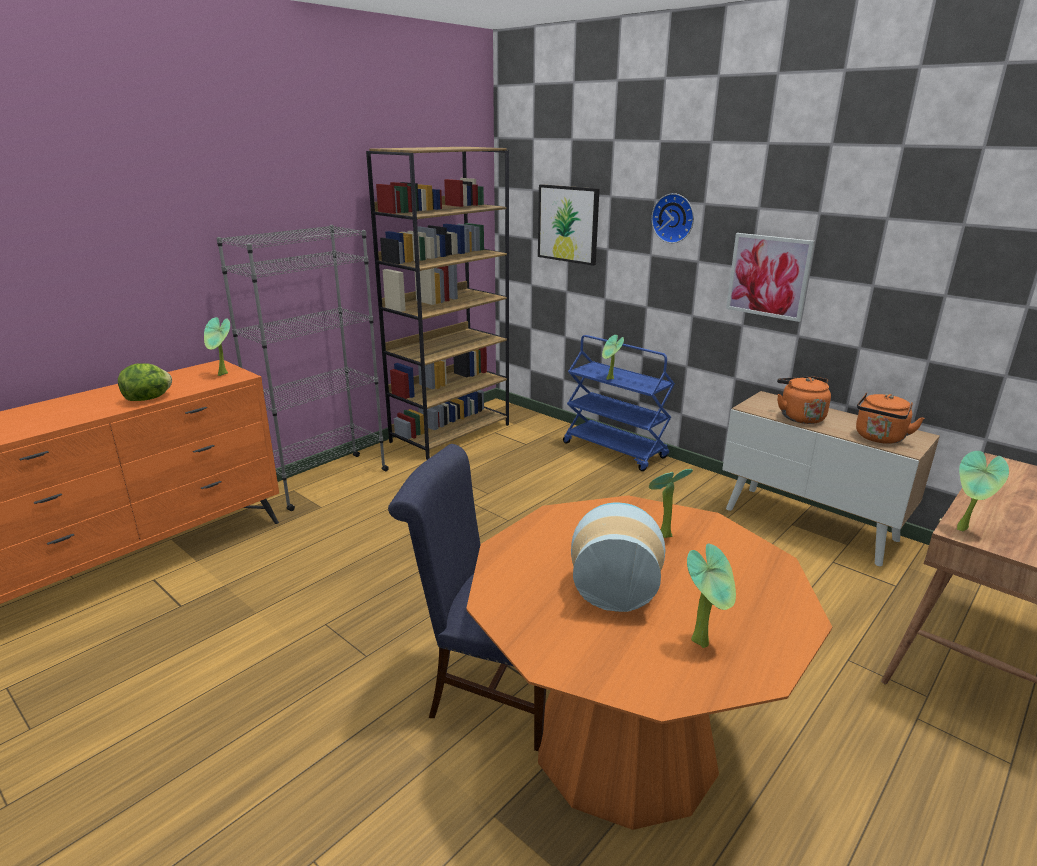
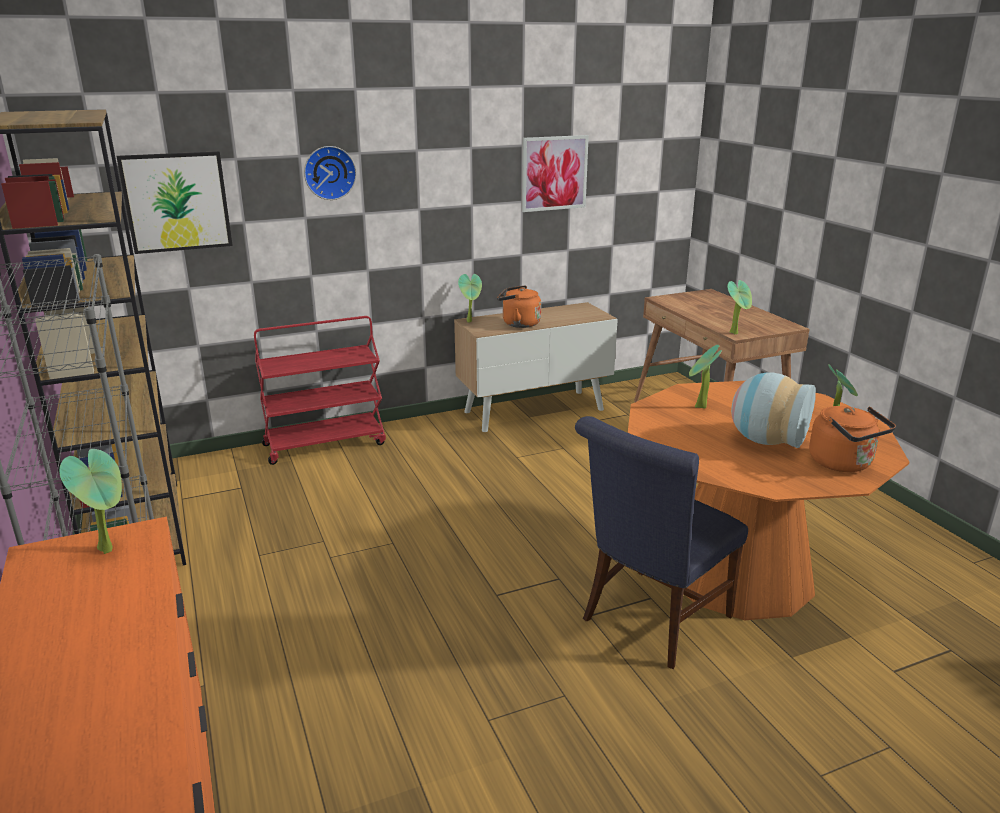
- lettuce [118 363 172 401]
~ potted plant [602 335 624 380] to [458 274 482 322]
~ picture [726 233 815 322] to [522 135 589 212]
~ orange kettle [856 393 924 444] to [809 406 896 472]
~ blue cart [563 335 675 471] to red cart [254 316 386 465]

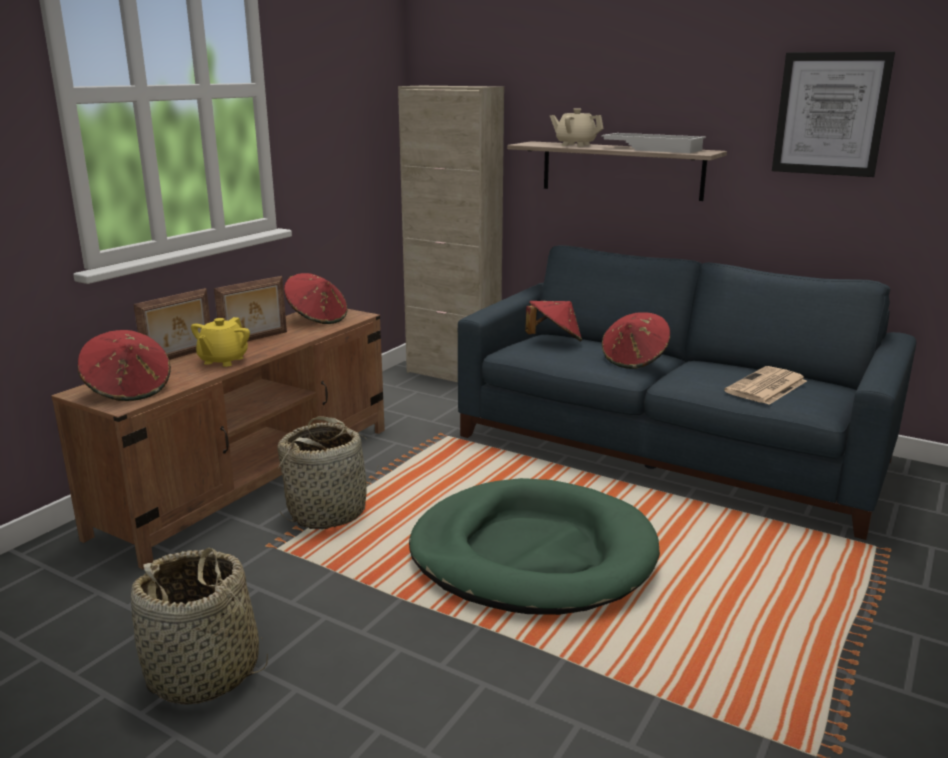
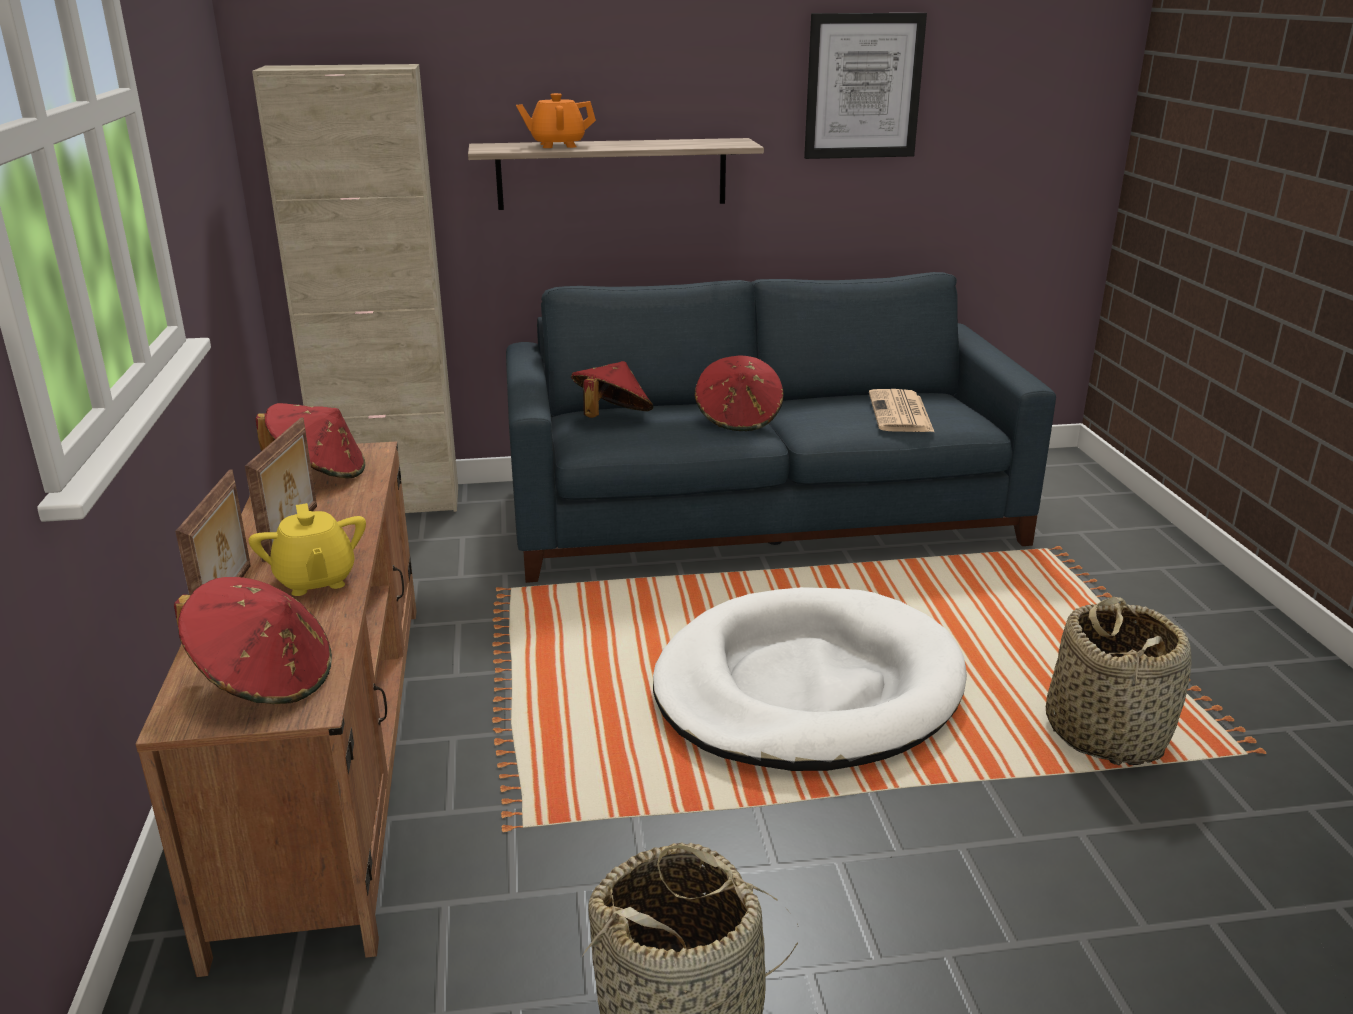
- white tray [601 133 706 153]
~ basket [277 416 379 529] to [1046 597 1192 765]
~ green dog bed [409 478 660 615] to white dog bed [653 587 967 771]
~ beige teapot [550 108 604 147] to orange teapot [516 93 596 148]

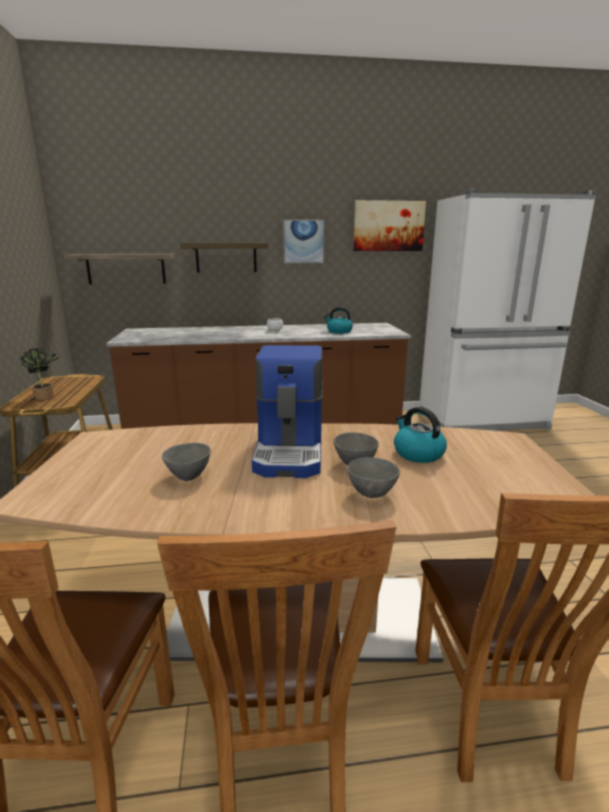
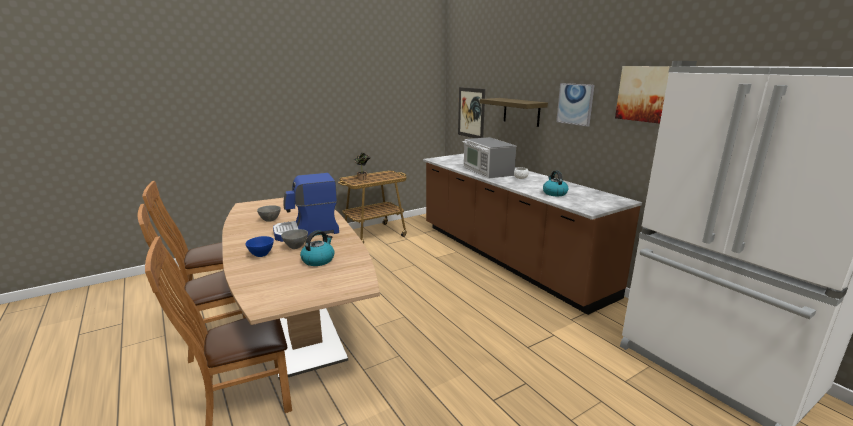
+ microwave [462 137 516 179]
~ shelf [64 254 175 284] to picture [458 87 485 138]
~ grey bowl [347 457 400 498] to blue bowl [245 236 274 257]

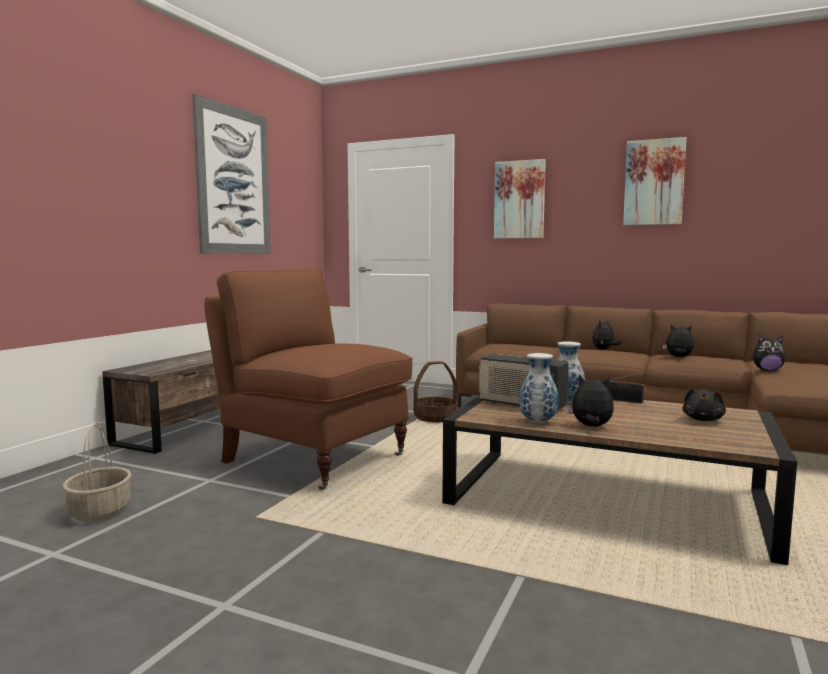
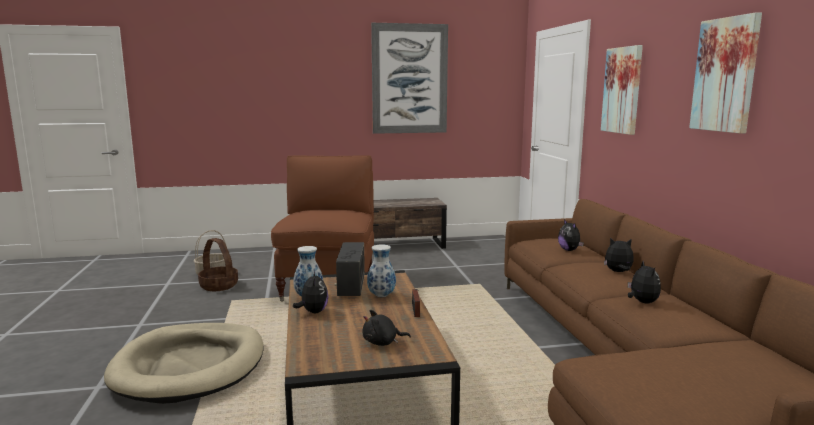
+ beige dog bed [104 323 264 404]
~ basket [413 361 458 422] to [198 238 238 291]
~ plush toy [753 335 786 371] to [558 219 584 251]

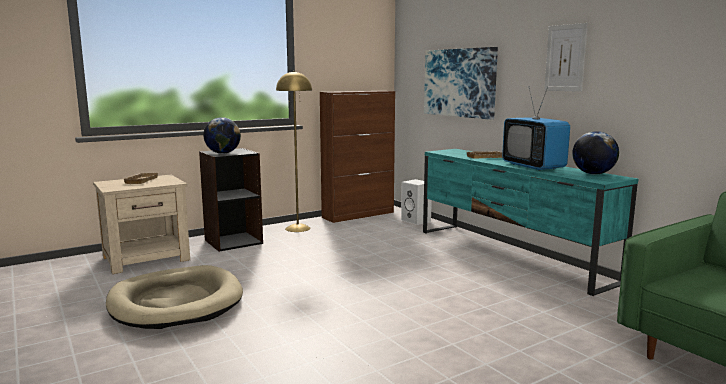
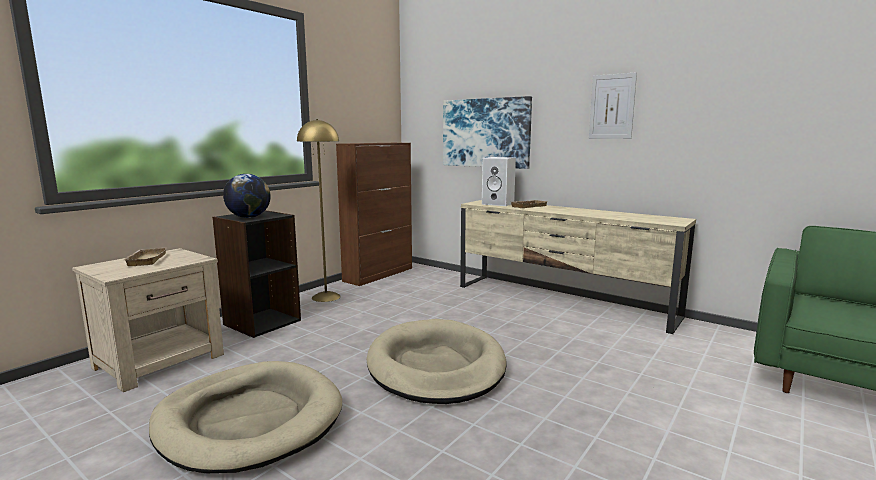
- television [502 86 570 171]
- globe [572 131 619 174]
+ beige dog bed [367 319 507 404]
~ white speaker [401 179 432 225] to [482 157 516 206]
~ turquoise tv stand [423 149 638 296] to beige tv stand [460 200 696 334]

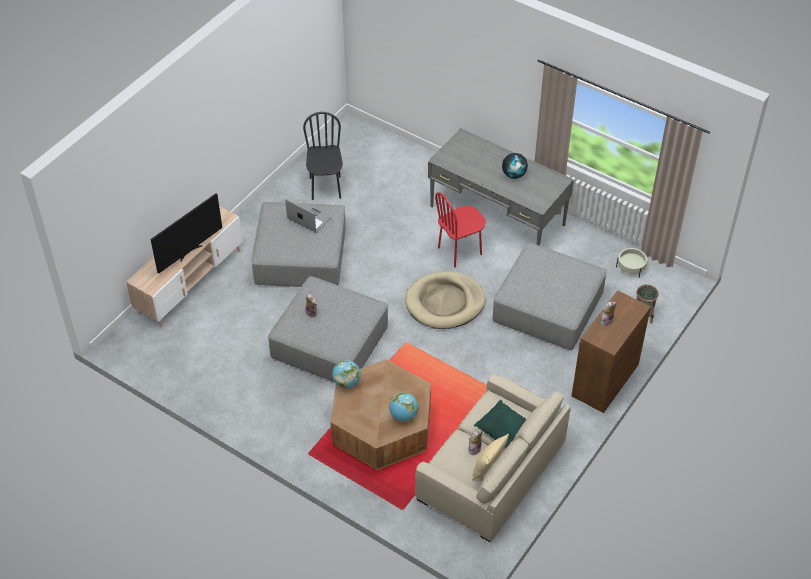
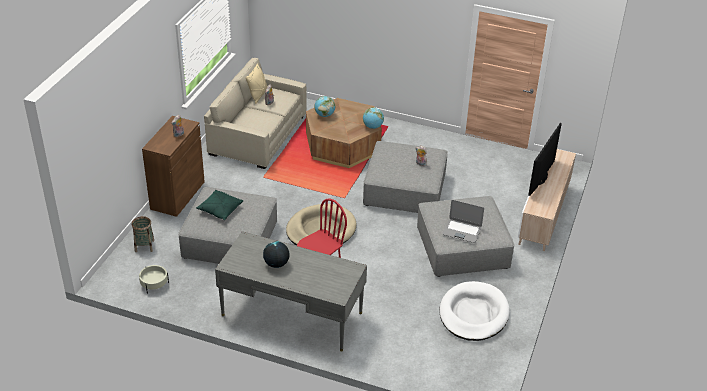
~ green pillow [474 400 526 448] to [196 190 243 220]
~ black chair [303 112 343 200] to white dog bed [440 281 510 341]

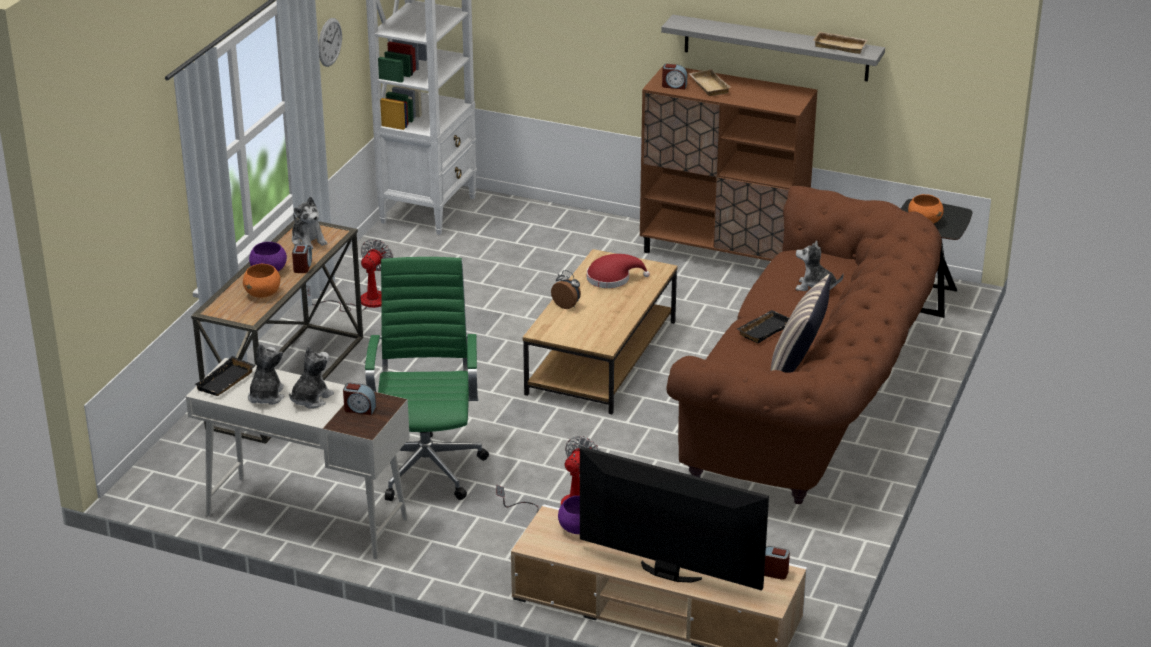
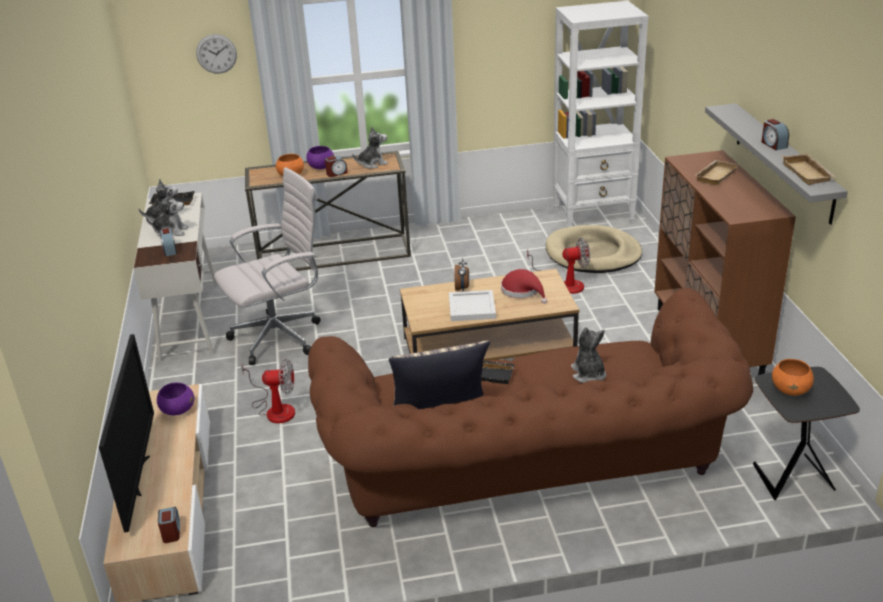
+ white tray [449 290 496 321]
+ beige dog bed [546 225 642 273]
~ fan [307 239 393 312] to [527 238 590 294]
~ wall clock [318 18 342 67] to [196 34 237 74]
~ alarm clock [662 64 687 89] to [761 119 789 150]
~ green office chair [365 257 489 501] to white office chair [214 167 321 365]
~ plush toy [292 197 327 249] = [352 127 388 169] 135 degrees counterclockwise

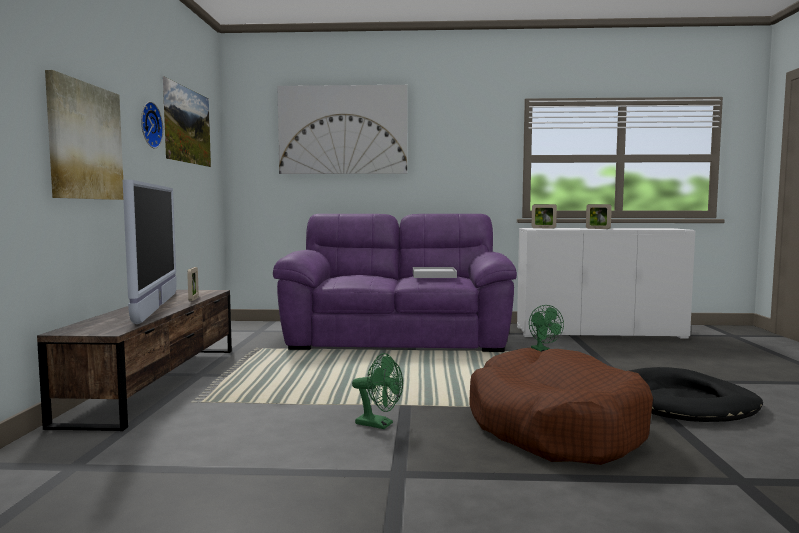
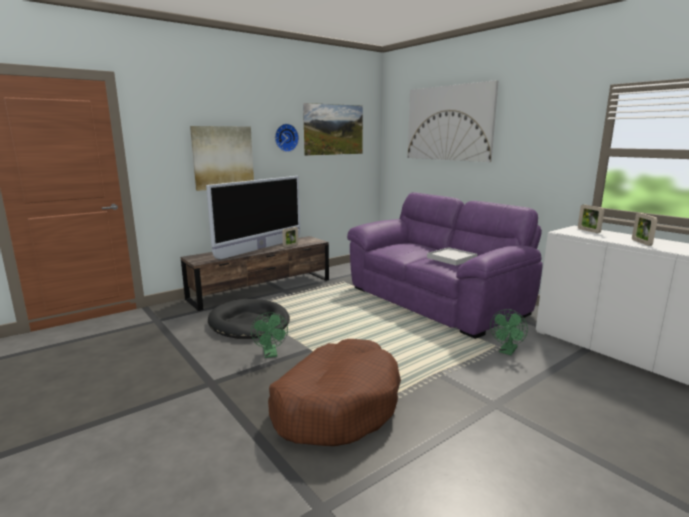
~ black dog bed [628 367 763 422] to [208 299 290 339]

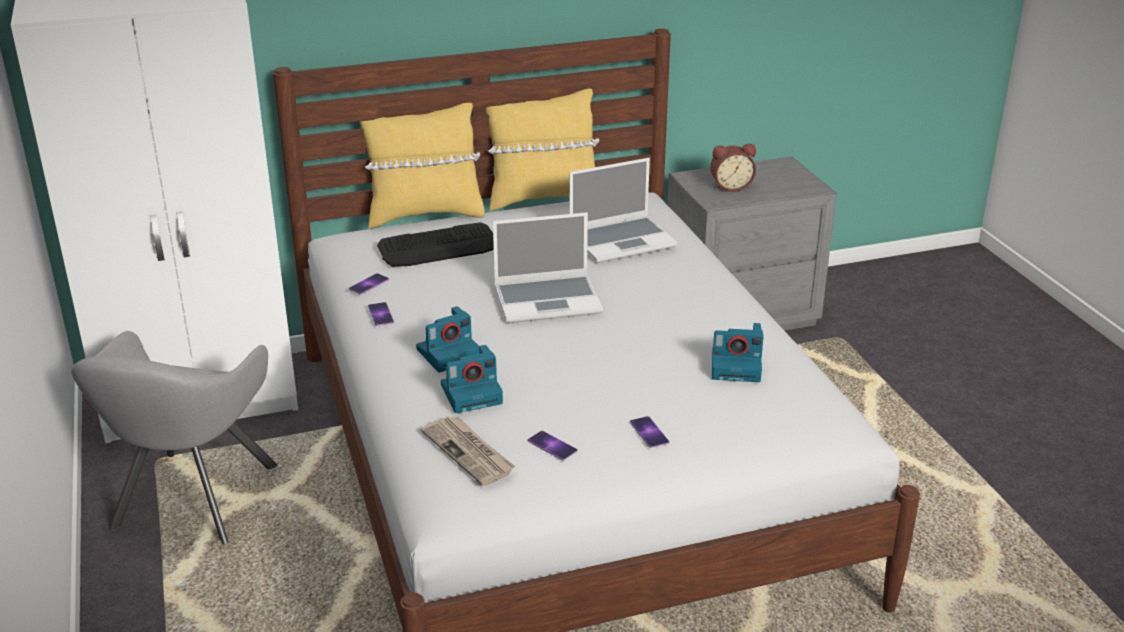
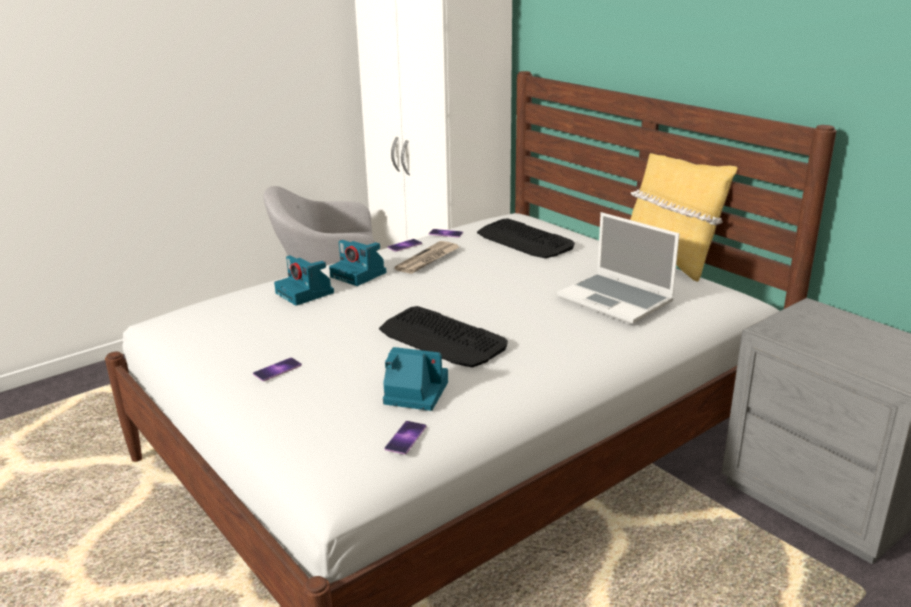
- yellow pillow [360 103 485 228]
- laptop [493 212 603 323]
- alarm clock [710 144 756 192]
+ keyboard [379 306 508 368]
~ newspaper [421 416 515 486] to [394 241 459 274]
~ phone [528 431 578 461] to [384 421 426 455]
~ photo camera [712 323 763 382] = [383 347 448 411] 120 degrees clockwise

